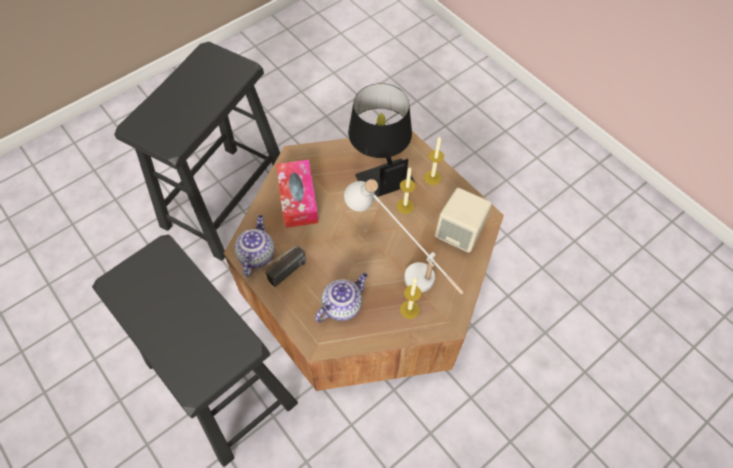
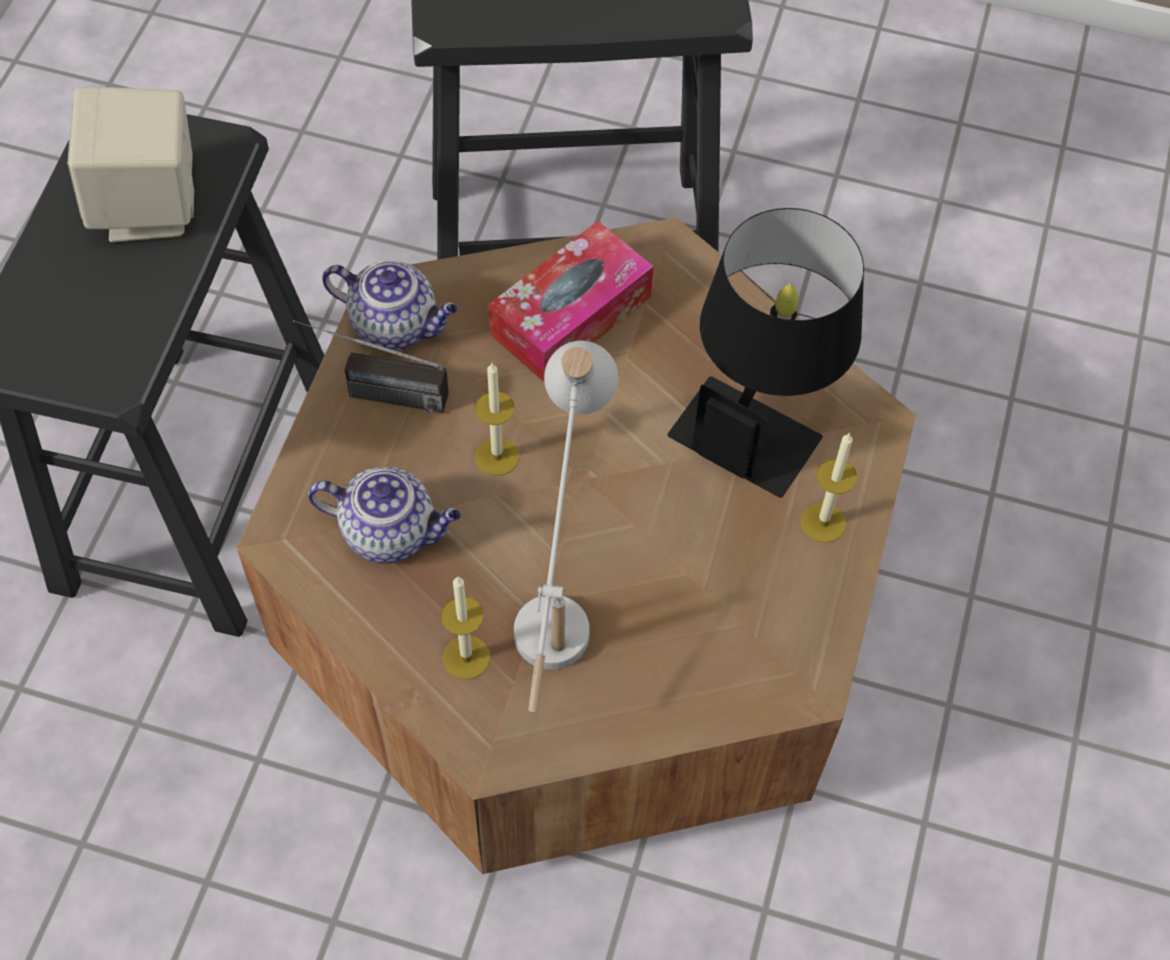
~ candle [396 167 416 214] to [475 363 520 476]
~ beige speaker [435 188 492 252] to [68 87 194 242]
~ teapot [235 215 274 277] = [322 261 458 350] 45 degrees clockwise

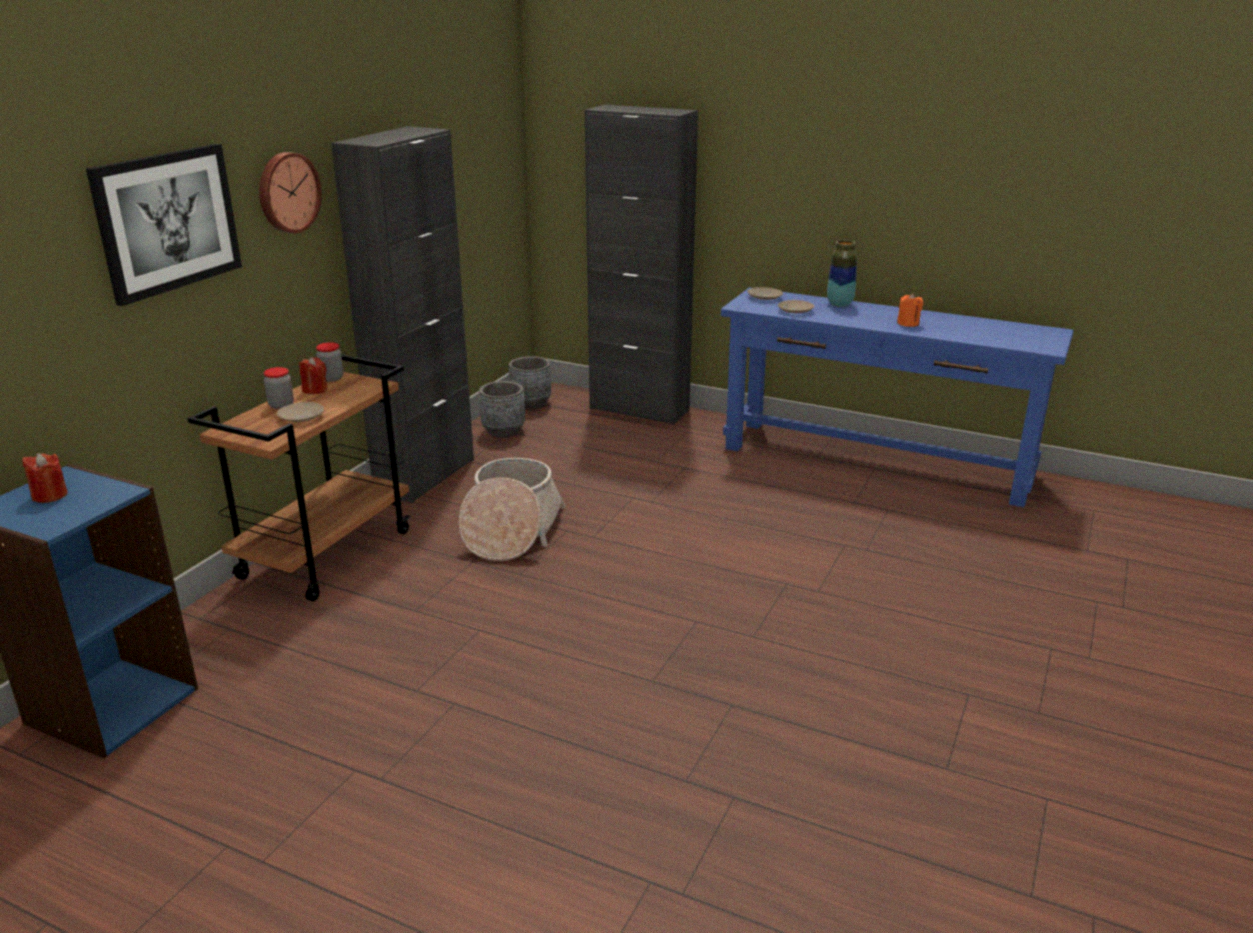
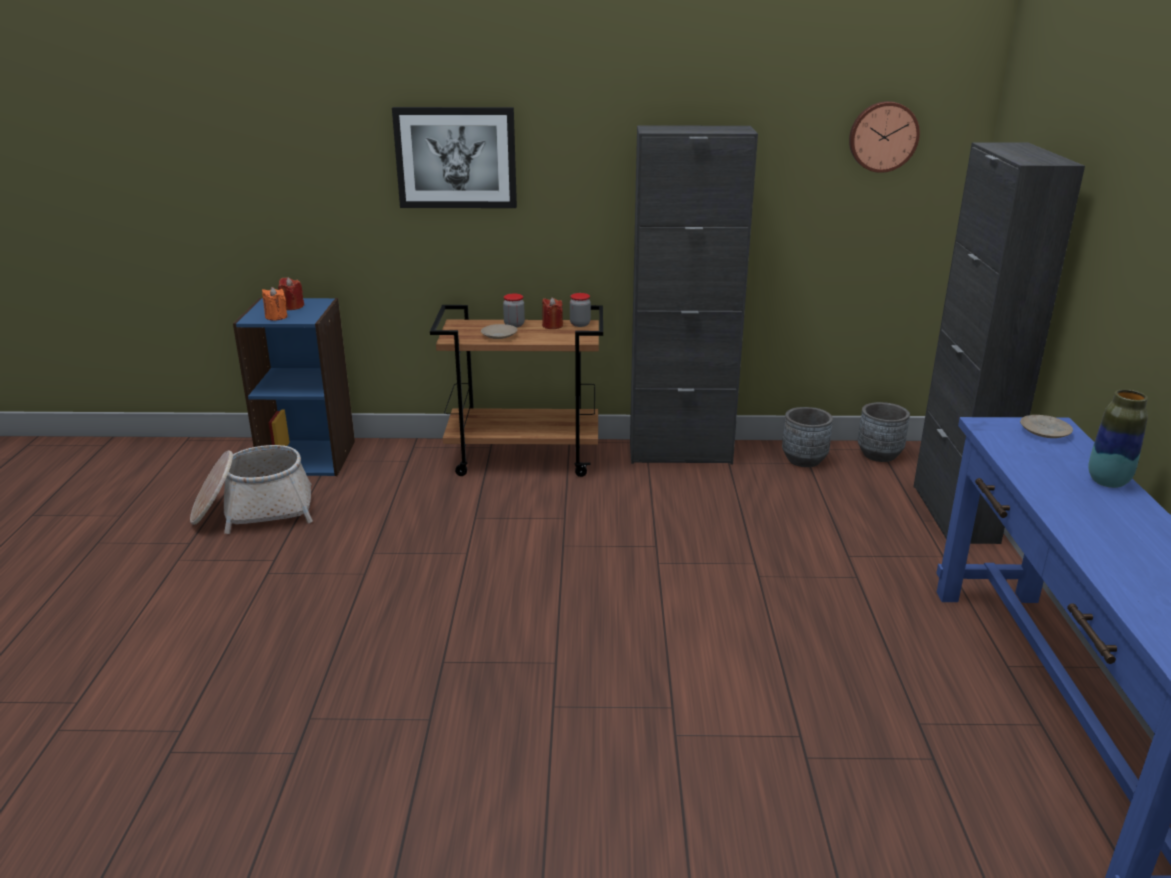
- beige plate [778 300 814 313]
~ wall clock [259 152 322 233] to [849 101 920 173]
~ basket [459 458 566 561] to [190 445 313 534]
~ orange candle [897 293 923 327] to [262 287 287 321]

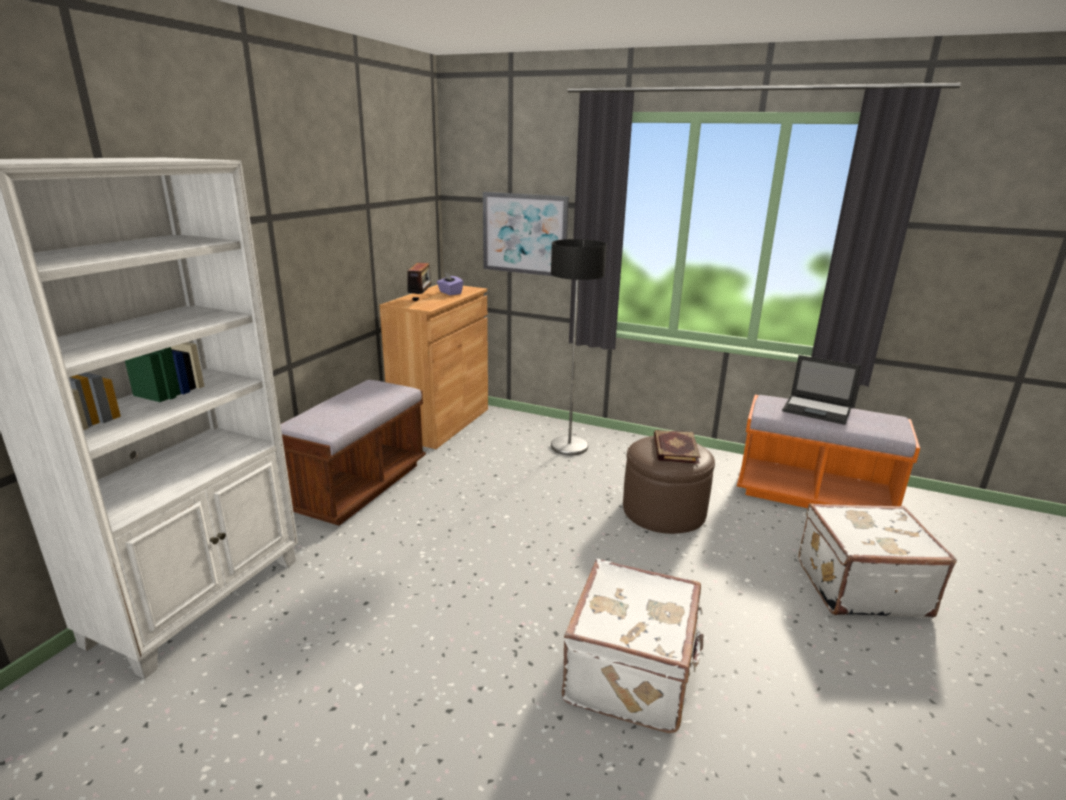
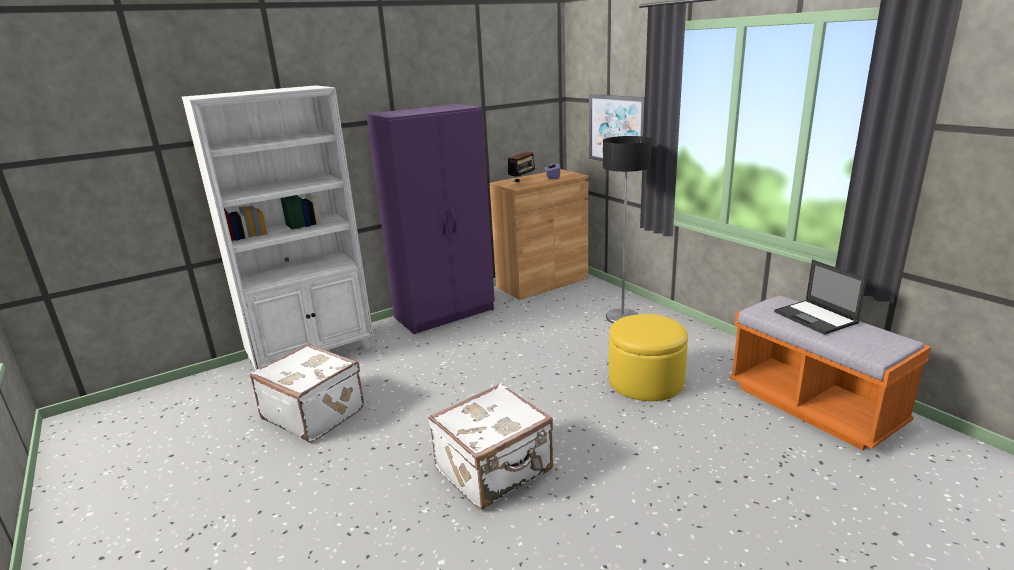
- book [654 430 700 464]
~ white suitcase [799 503 957 618] to [250 344 364 442]
~ brown bench [280 380 426 526] to purple wardrobe [366 104 495 335]
~ brown ottoman [623 436 715 534] to yellow ottoman [608 314 688 401]

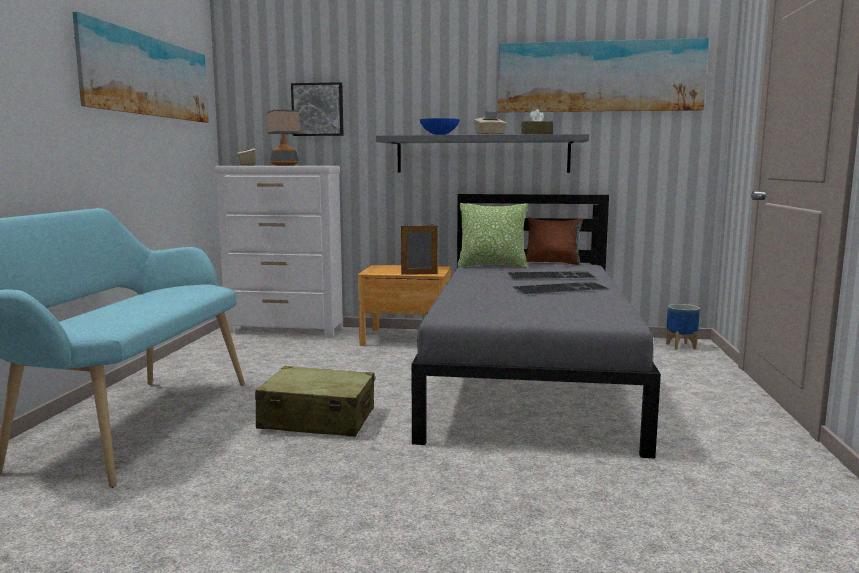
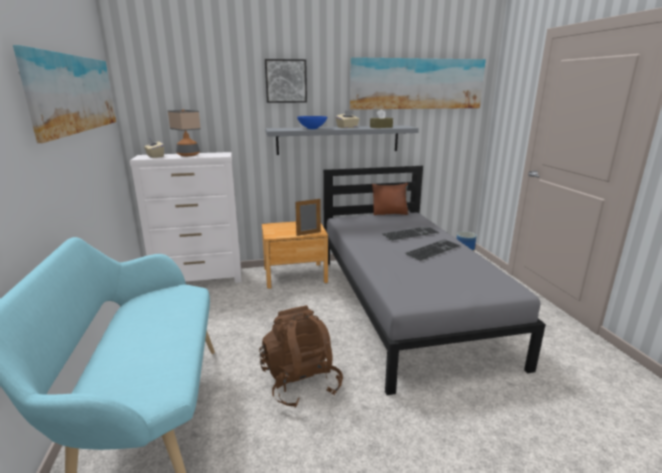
- pillow [457 203 528 268]
~ picture [291 82 344 136] to [265 59 307 103]
~ beige suitcase [255 366 375 437] to brown backpack [259 305 343 408]

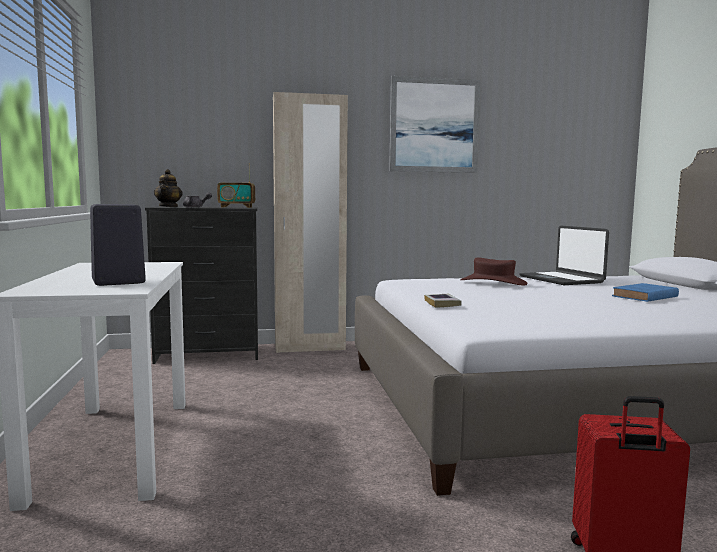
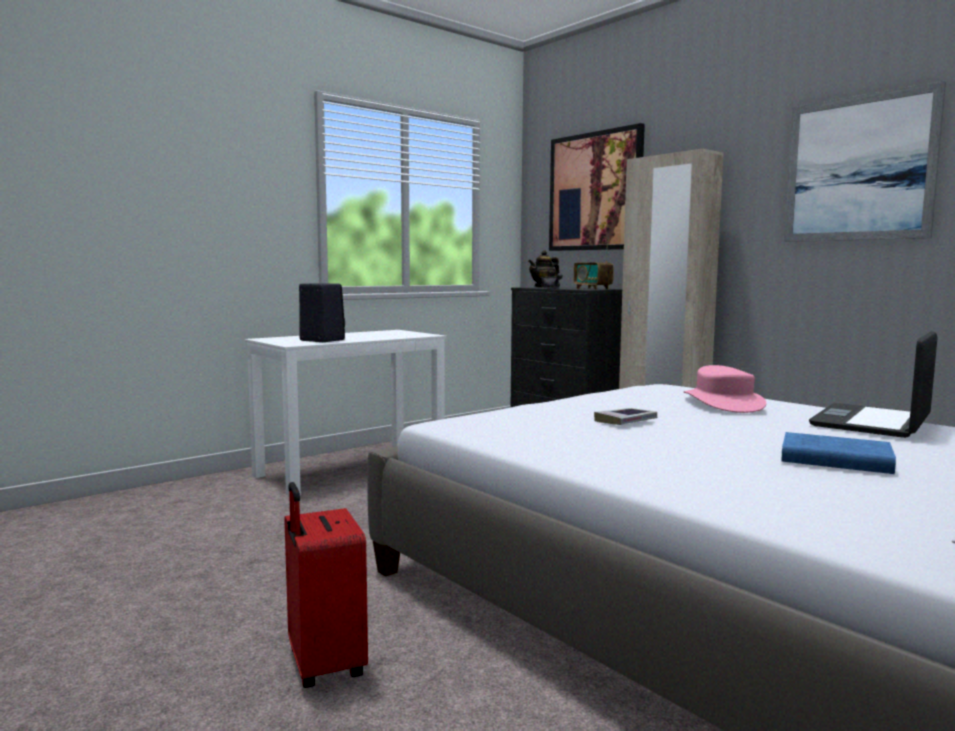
+ picture [549 123 645 251]
~ book [424 294 462 308] to [594 408 657 425]
~ brown hat [460 257 527 286] to pink hat [684 365 766 413]

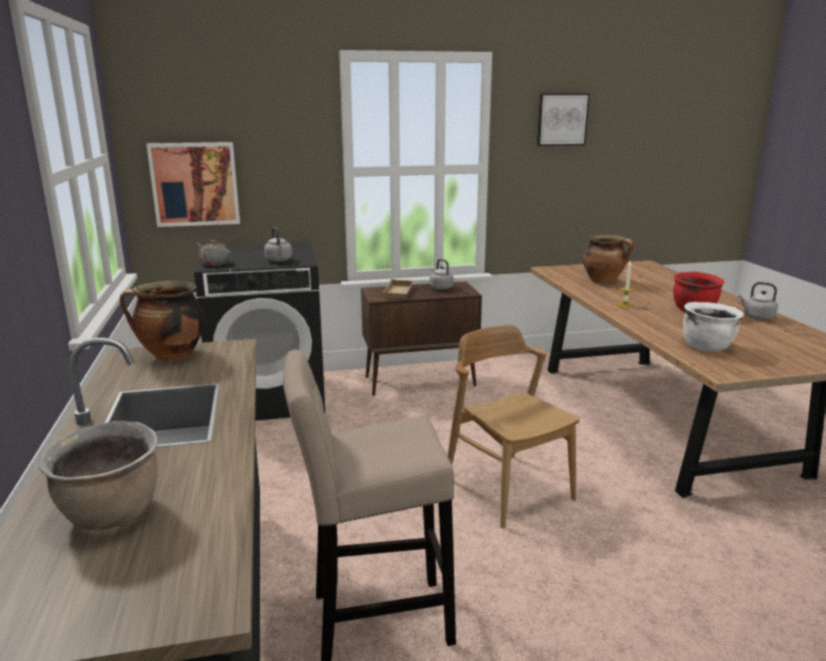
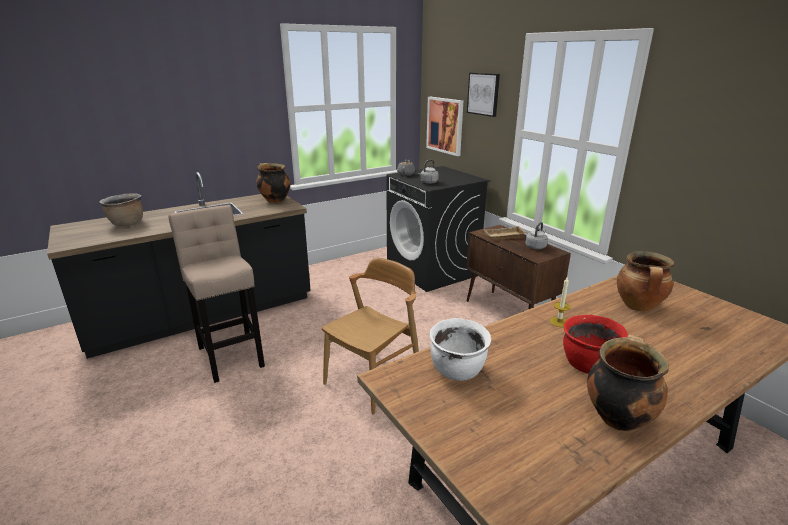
~ picture [537 94 590 146] to [467 73 500 117]
~ grey kettle [738 282 778 320] to cooking pot [587 334 669 431]

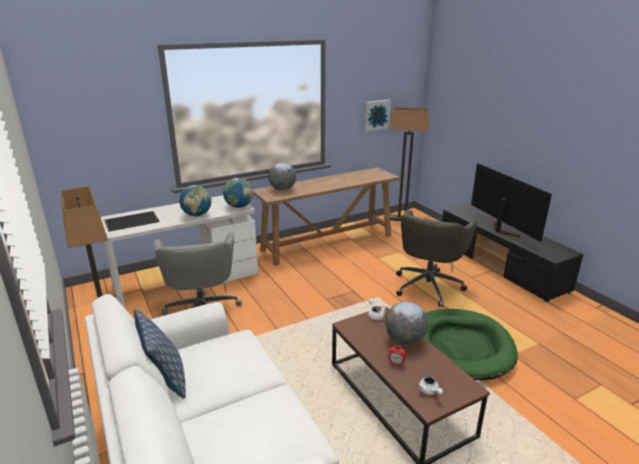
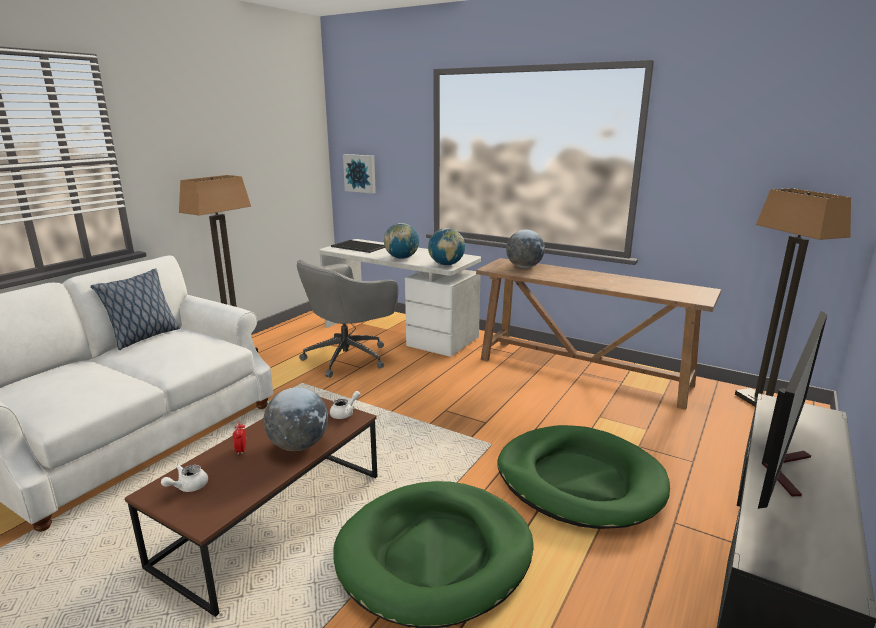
~ picture [364 100 391 131] to [343 154 376 194]
~ grey office chair [396 210 477 307] to green dog bed [497 425 670 529]

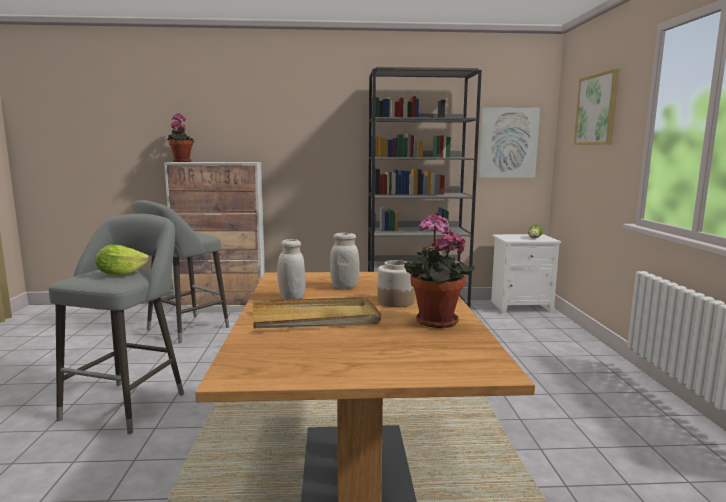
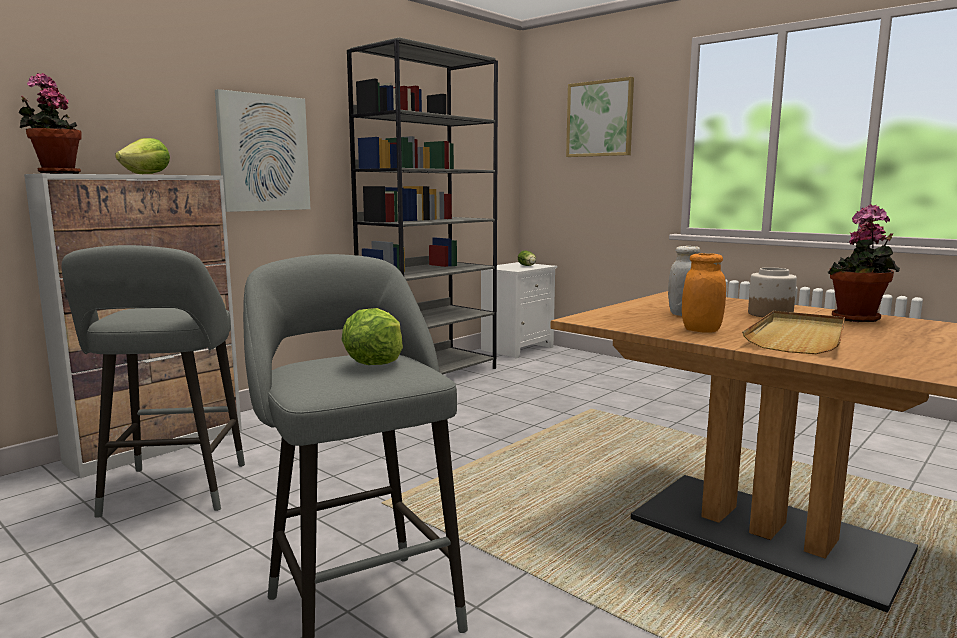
+ lettuce [115 138 170 174]
~ picture [479 107 540 178] to [215 89 310 212]
~ white jar [277 239 306 300] to orange jar [682 253 726 332]

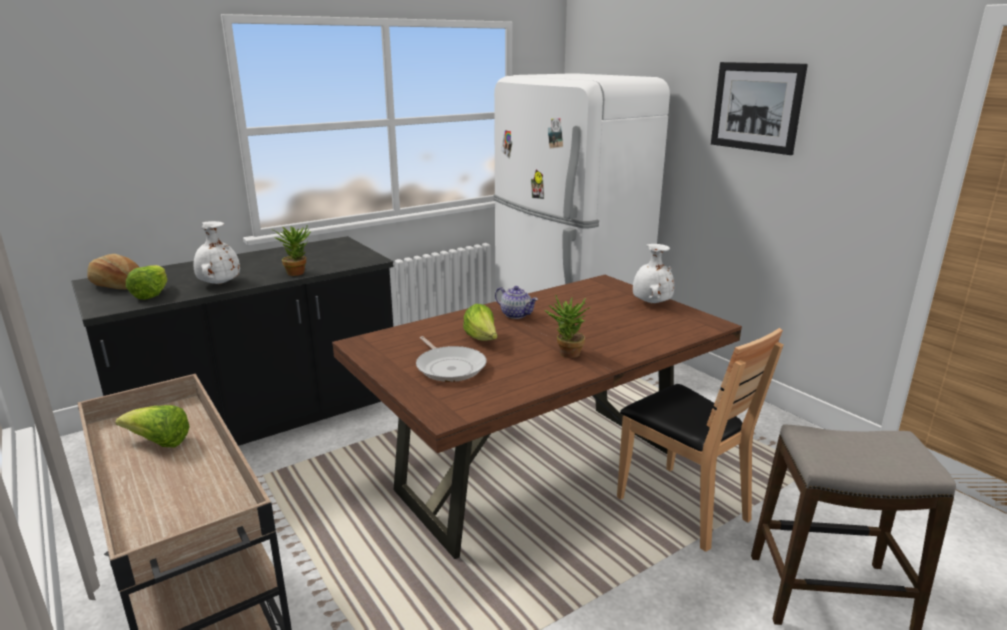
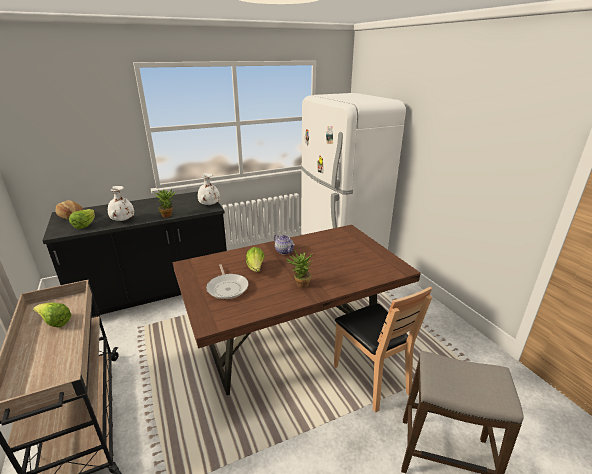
- picture [711 62 808 155]
~ white vase [633 244 674 303] to [198 173 220 205]

